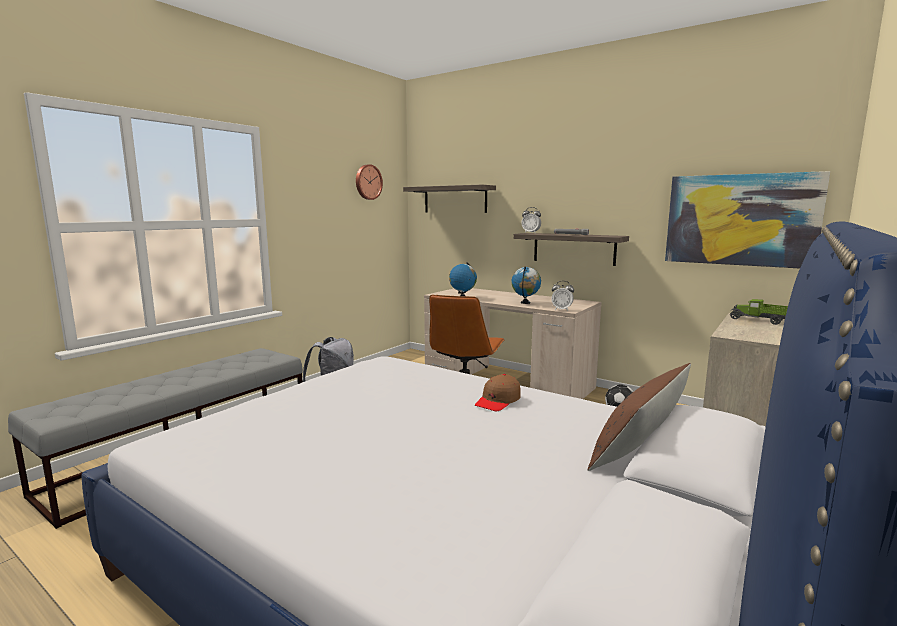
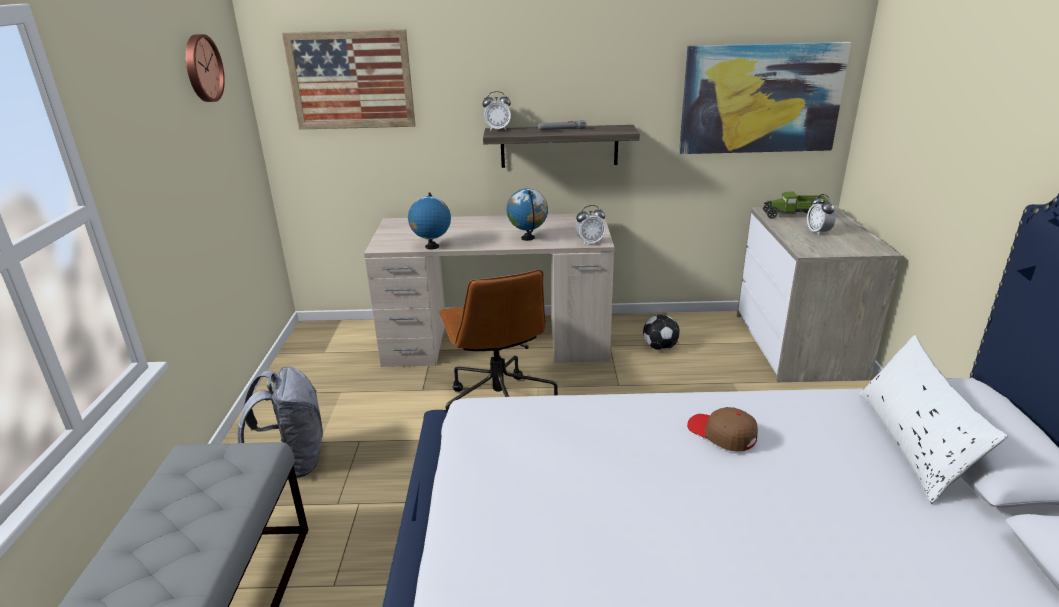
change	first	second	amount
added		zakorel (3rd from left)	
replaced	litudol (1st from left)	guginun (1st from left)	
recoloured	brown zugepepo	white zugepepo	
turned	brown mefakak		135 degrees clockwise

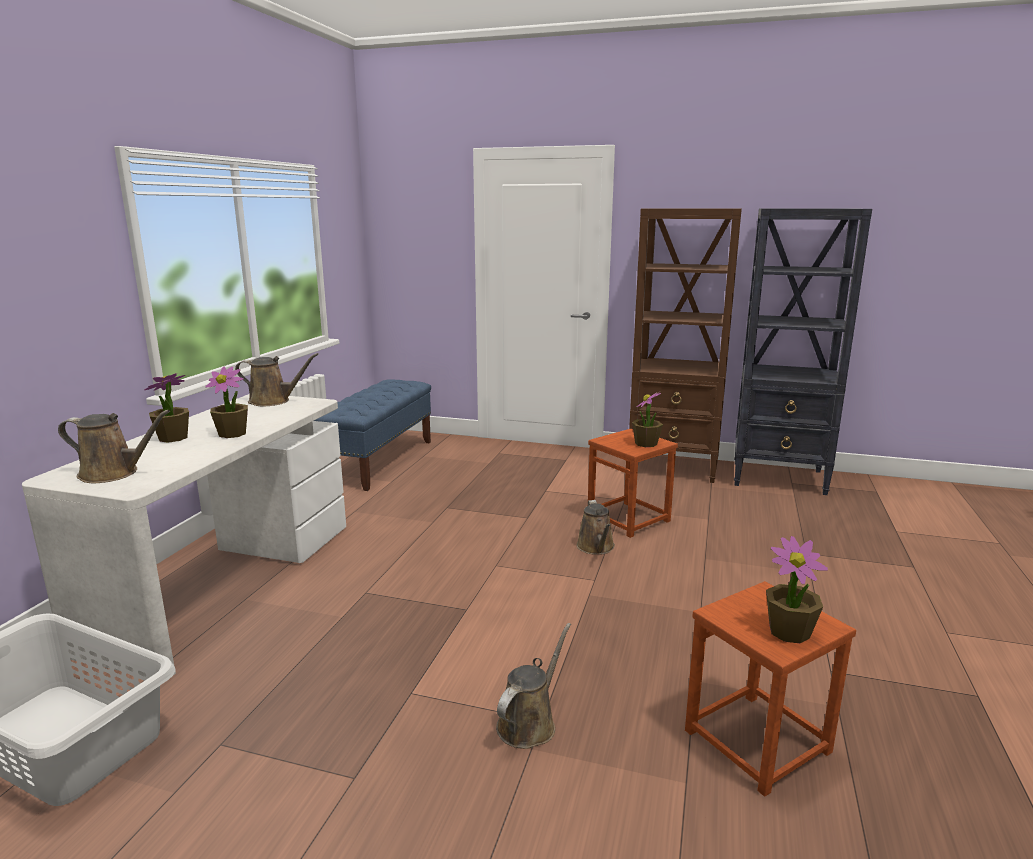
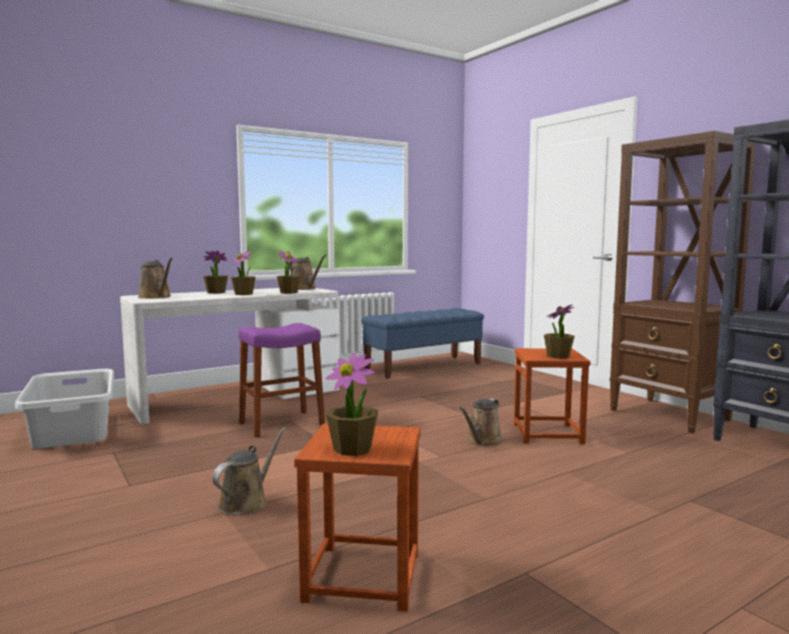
change	first	second	amount
added		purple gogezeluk	
added		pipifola (3rd from left)	
turned	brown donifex (3rd from left in the first image)	brown donifex (2nd from left)	45 degrees counterclockwise

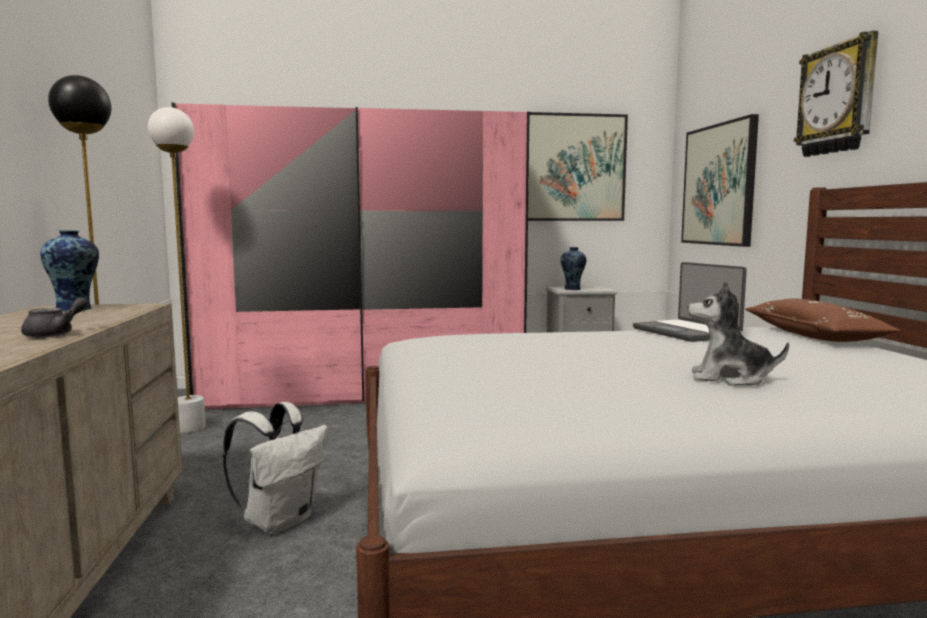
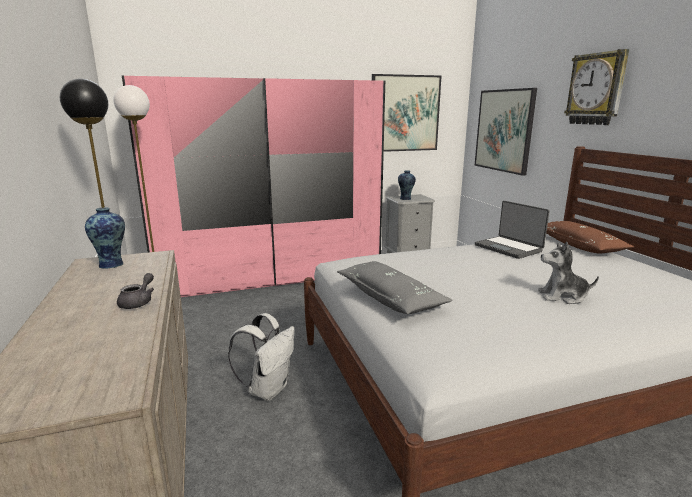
change	first	second	amount
added		grey zugepepo	

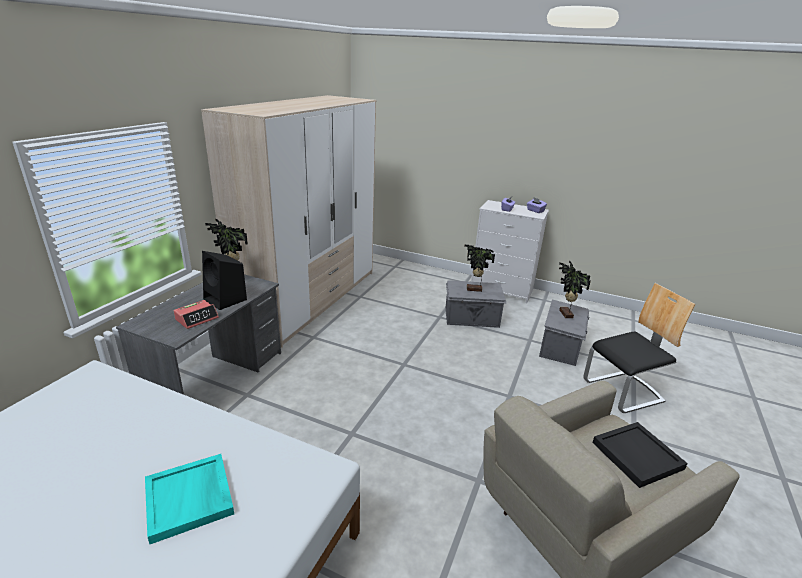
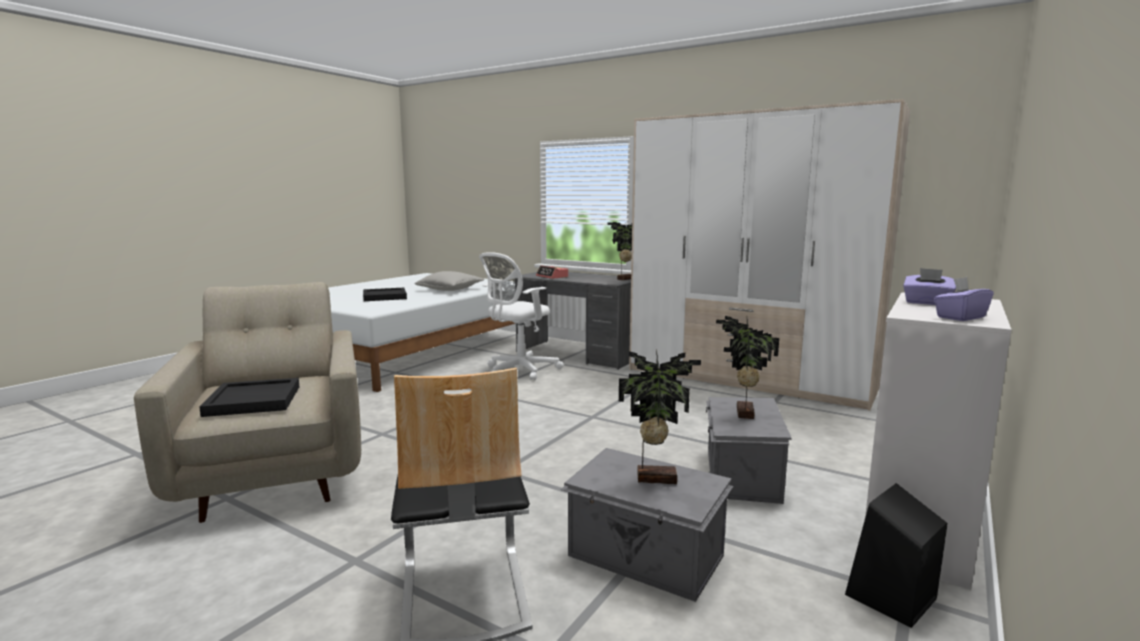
change	first	second	amount
added		grey zugepepo	
added		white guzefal	
moved	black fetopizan		
recoloured	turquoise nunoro	black nunoro (2nd from left)	

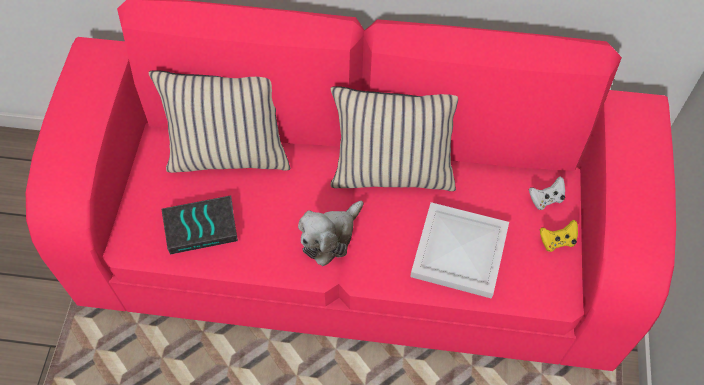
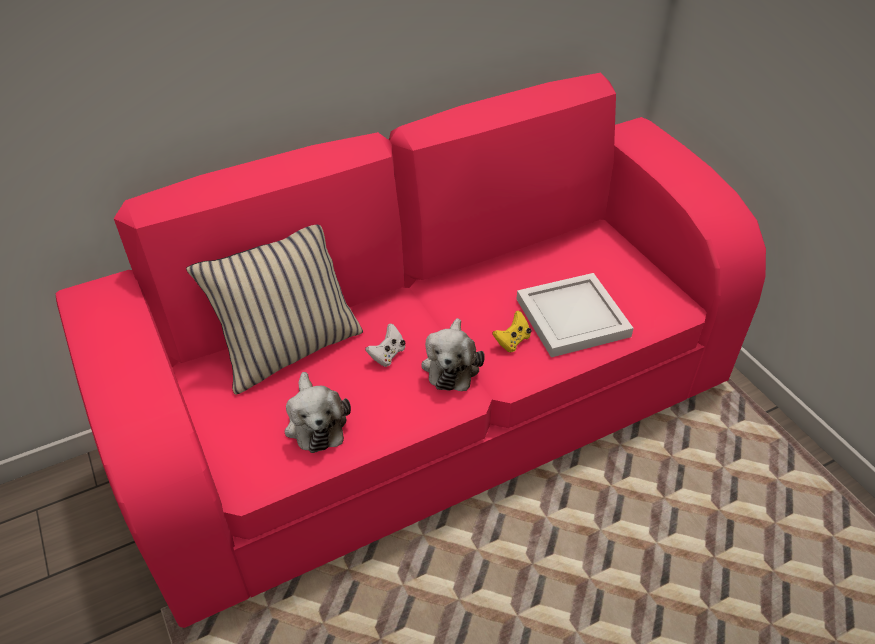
change	first	second	amount
removed	beige zugepepo (2nd from left)		
moved	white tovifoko		
moved	yellow tovifoko		
replaced	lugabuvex	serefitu (1st from left)	

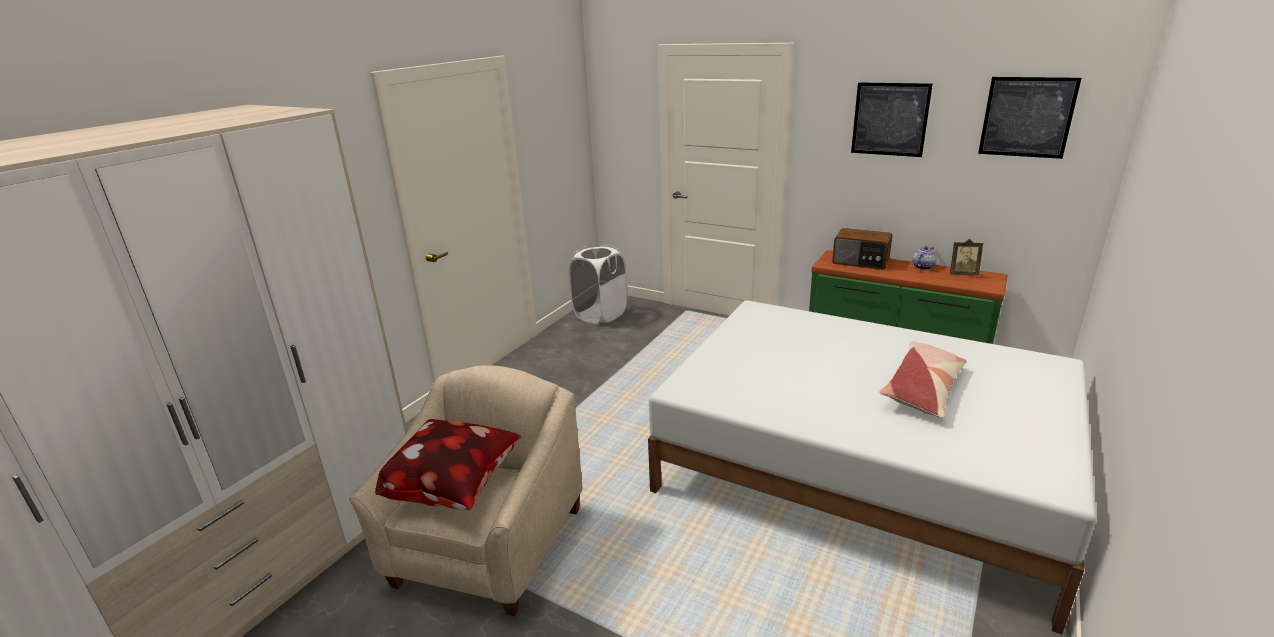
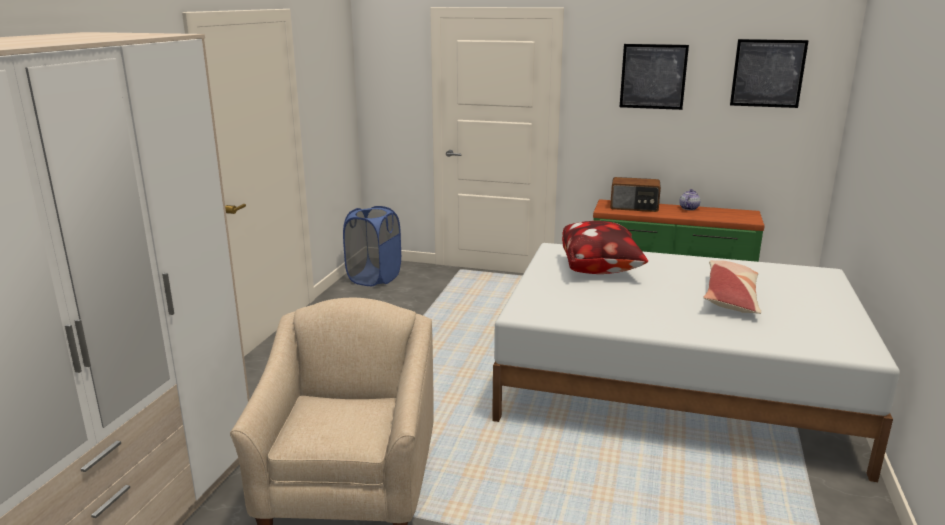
change	first	second	amount
removed	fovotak		
moved	zugepepo (1st from left)		
recoloured	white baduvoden	blue baduvoden	

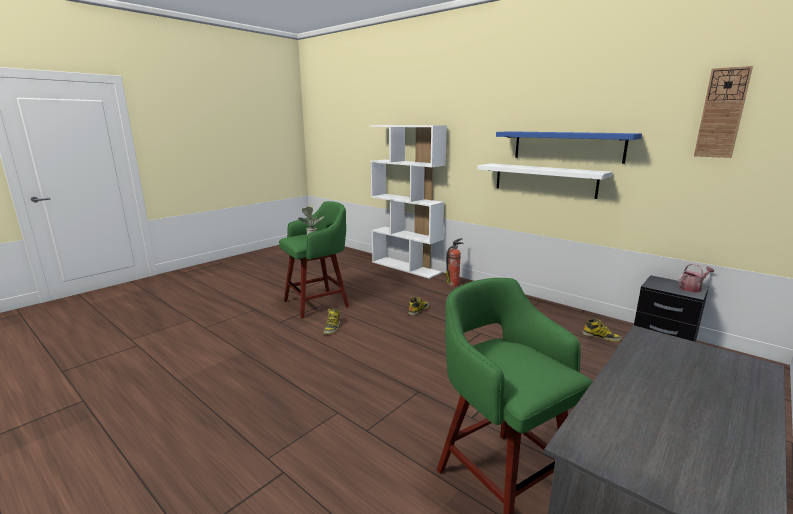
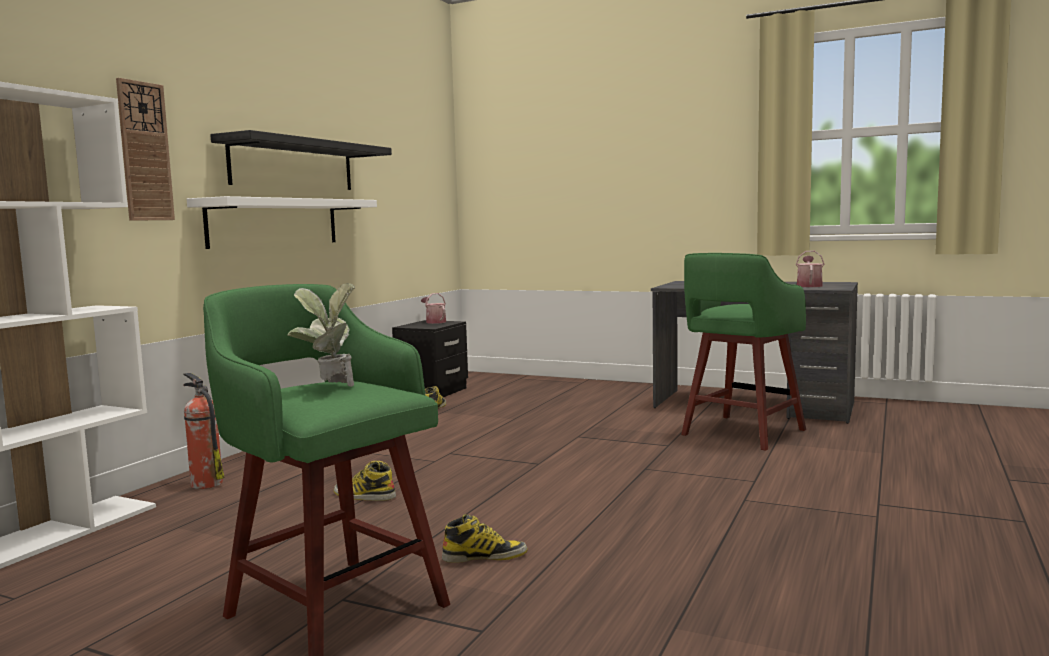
change	first	second	amount
added		donifex (2nd from left)	
moved	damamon		
recoloured	blue litudol	black litudol	

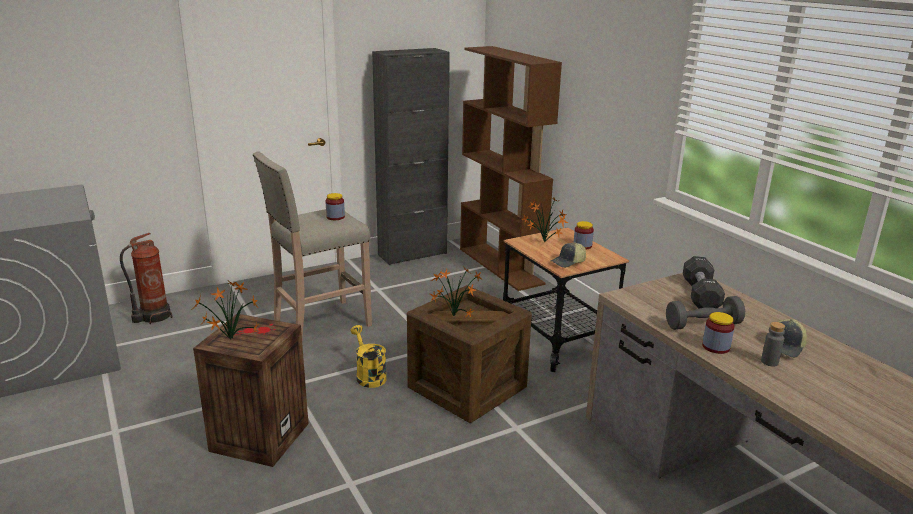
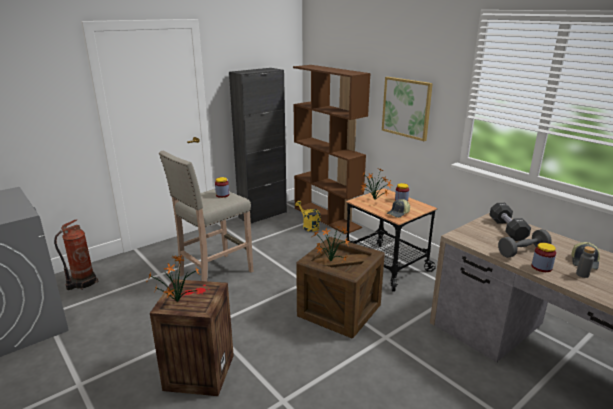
change	first	second	amount
added		guginun	
moved	yellow donifex		

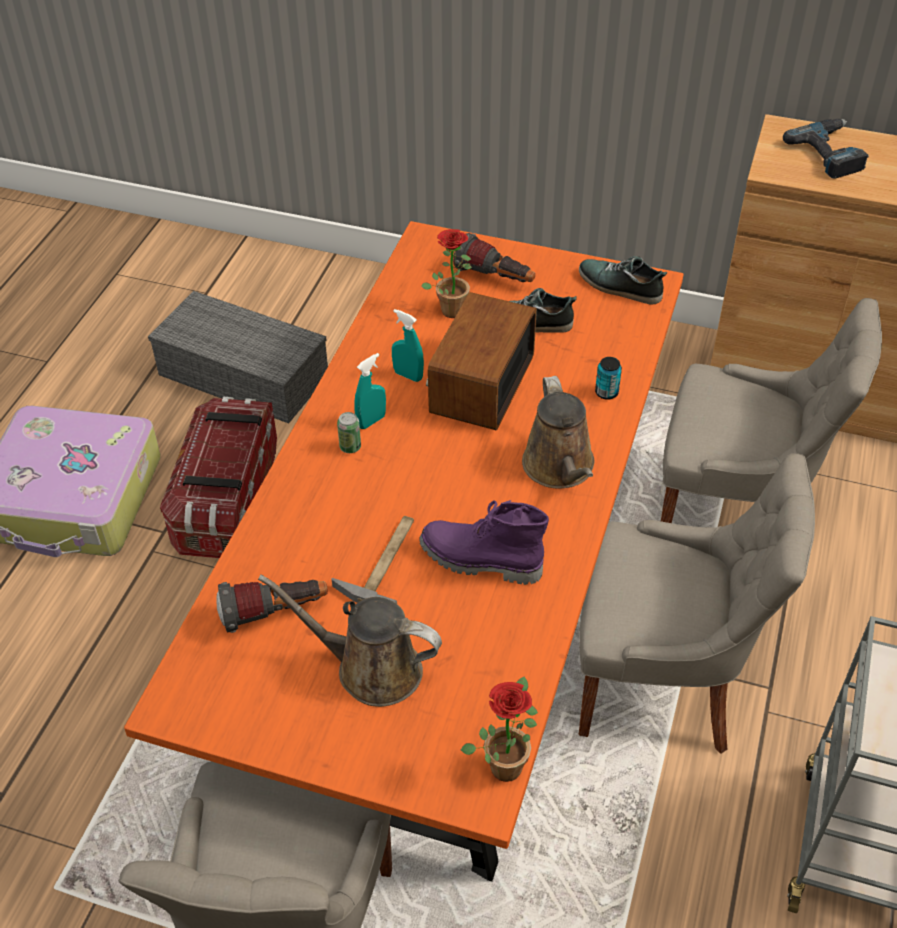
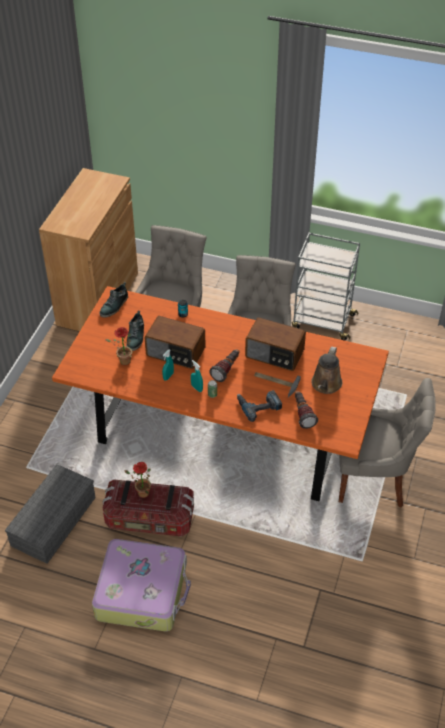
change	first	second	amount
removed	brown donifex (2nd from left)		
moved	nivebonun (2nd from left in the first image)	nivebonun (1st from left)	
moved	pipifola (2nd from left)		
moved	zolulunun		
replaced	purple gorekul	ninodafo (2nd from left)	

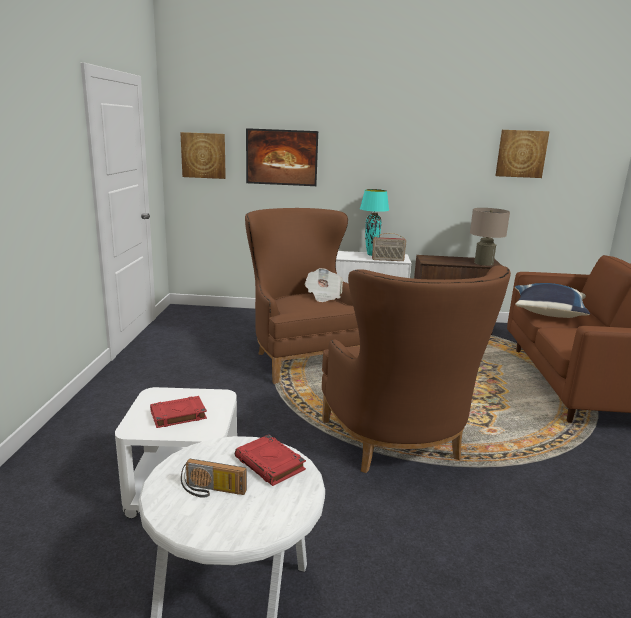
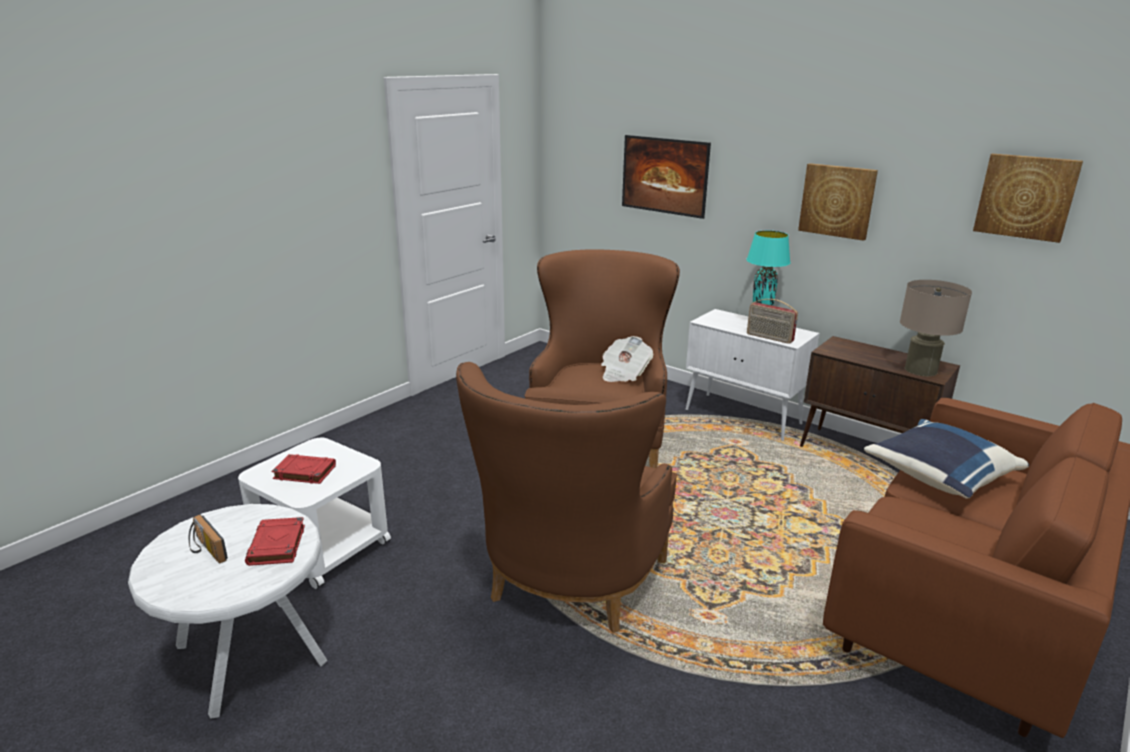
change	first	second	amount
moved	guginun (1st from left in the first image)	guginun (2nd from left)	

